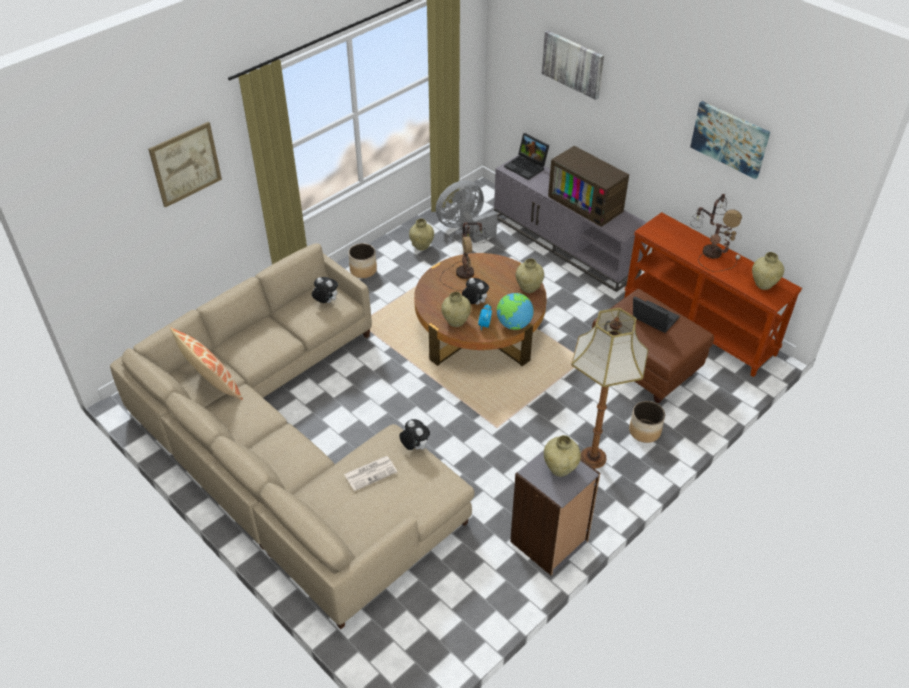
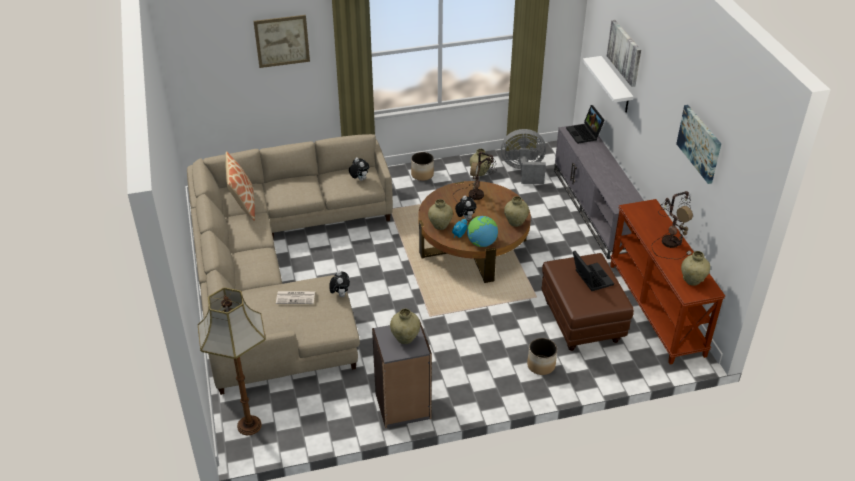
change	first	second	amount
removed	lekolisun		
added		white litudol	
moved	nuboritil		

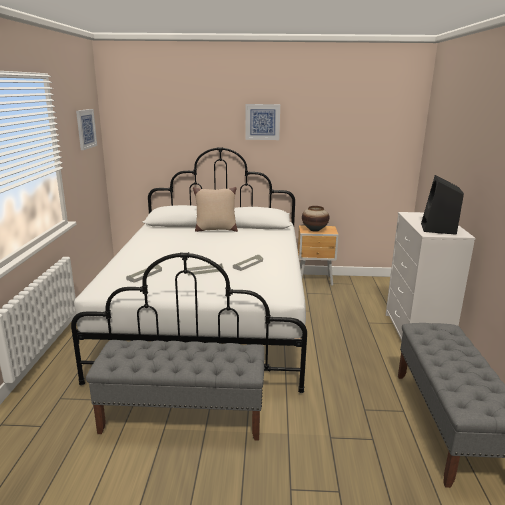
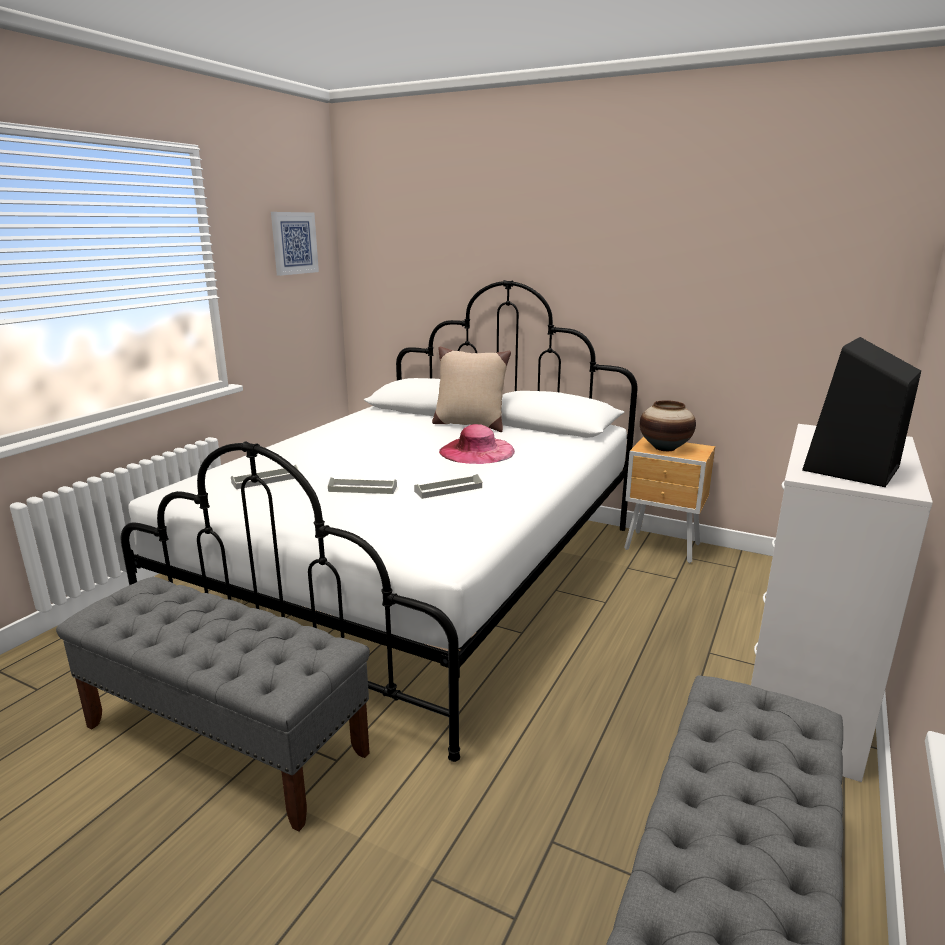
change	first	second	amount
removed	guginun (2nd from left)		
added		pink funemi	

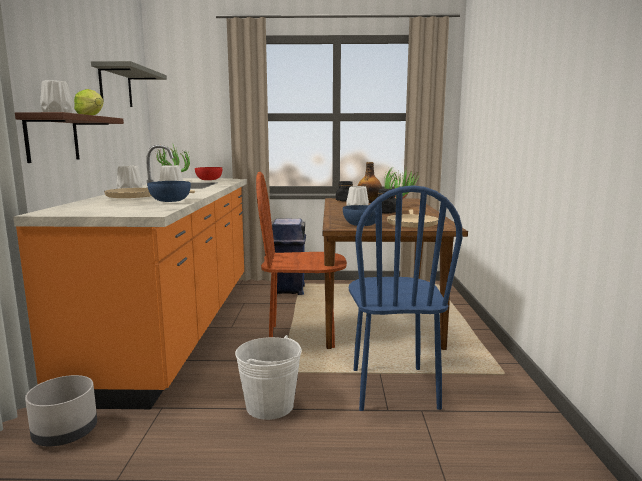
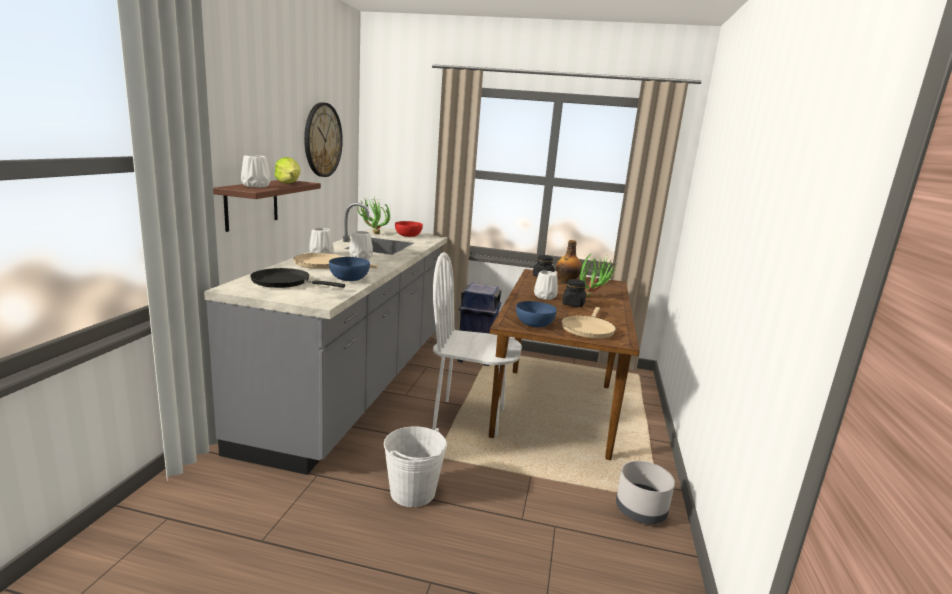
change	first	second	amount
removed	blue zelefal		
added		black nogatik	
moved	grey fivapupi		
replaced	grey litudol	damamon	
recoloured	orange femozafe	grey femozafe	
recoloured	brown zelefal	white zelefal	

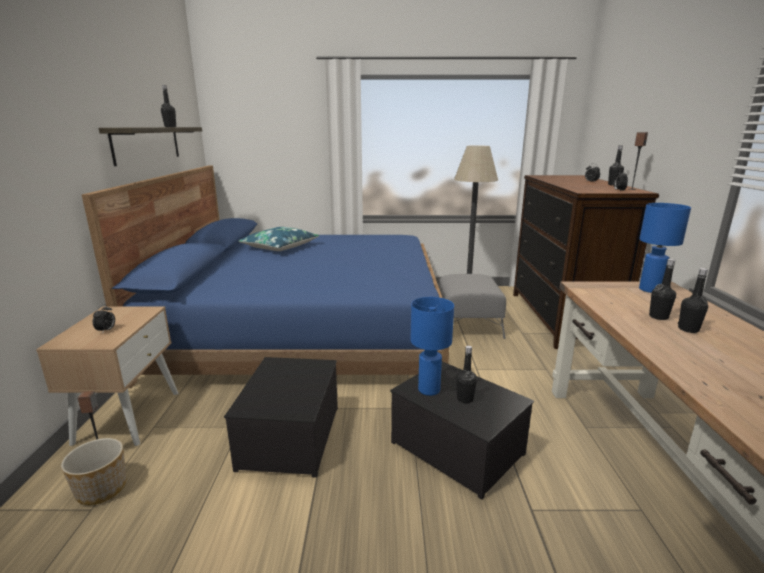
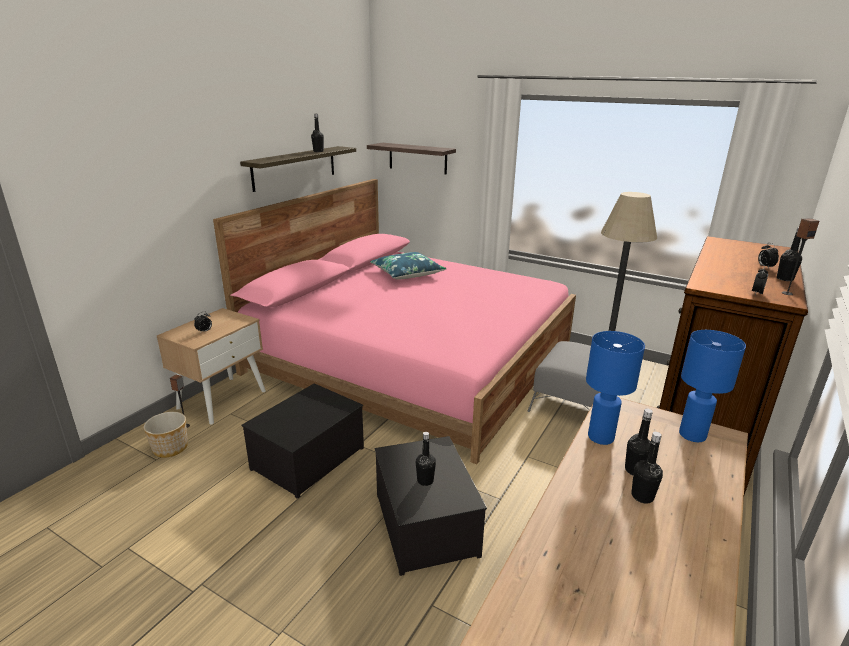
change	first	second	amount
added		litudol (2nd from left)	
moved	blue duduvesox (1st from left)		
recoloured	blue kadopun	pink kadopun	

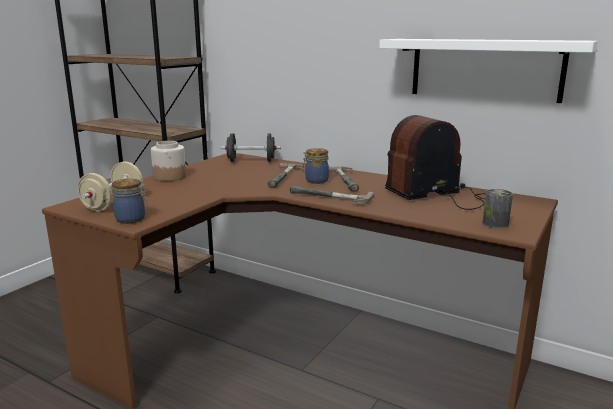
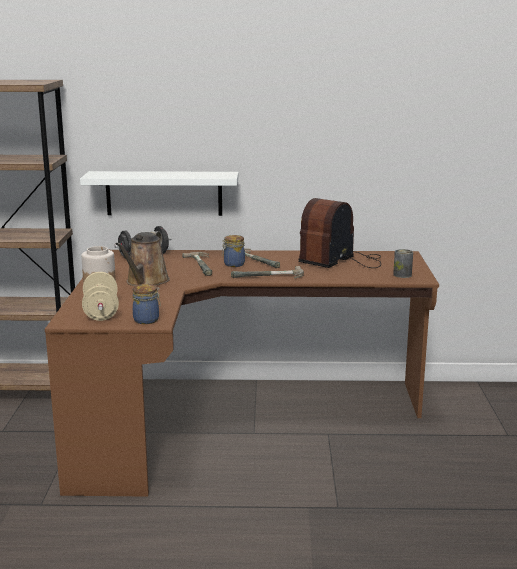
change	first	second	amount
added		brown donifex	
moved	white litudol		

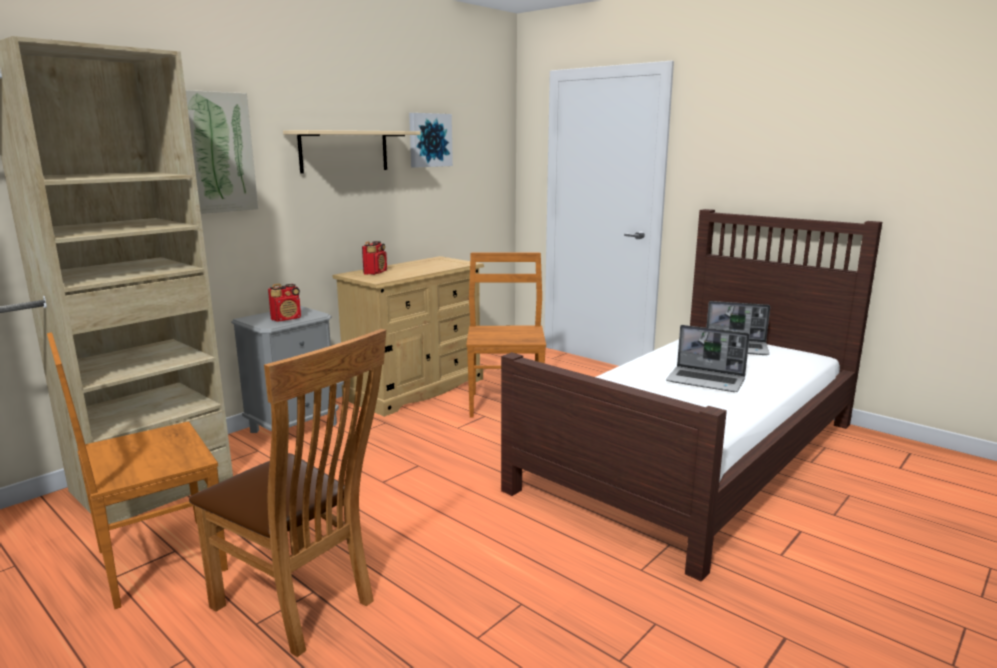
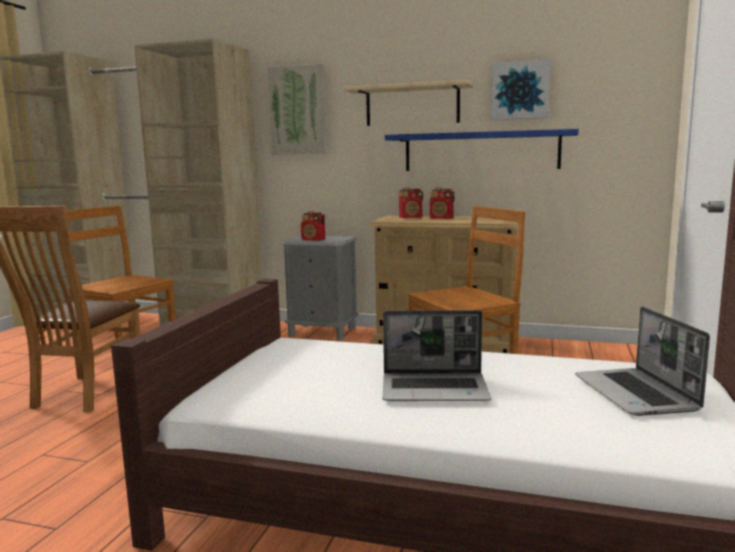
change	first	second	amount
added		blue litudol	
added		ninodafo (3rd from left)	
turned	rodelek (1st from left)		90 degrees counterclockwise

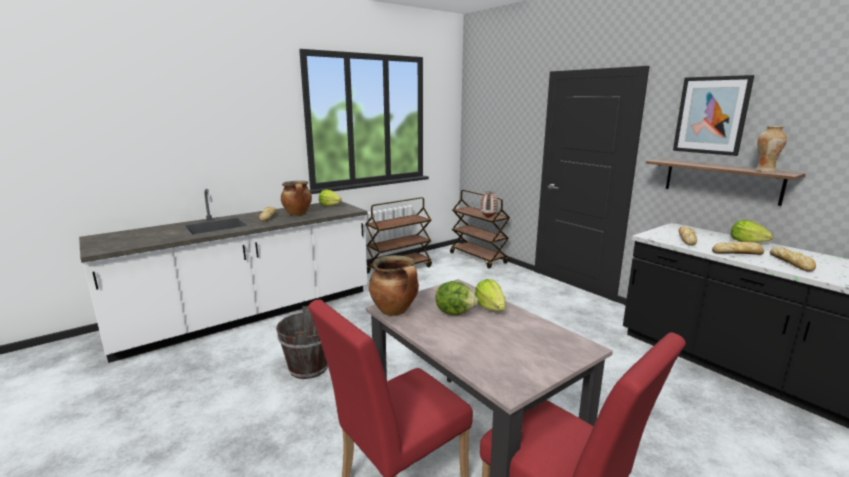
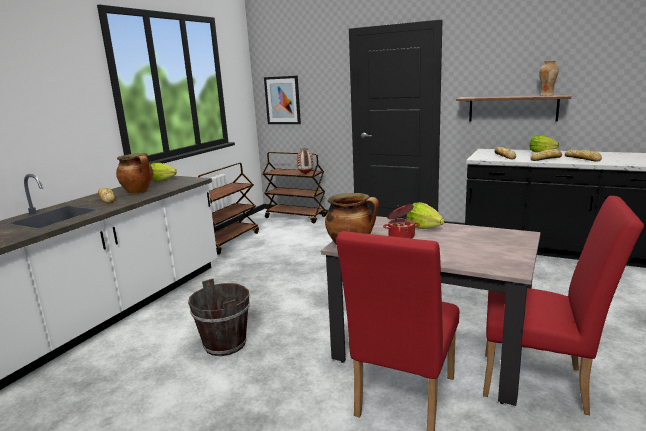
change	first	second	amount
moved	guginun		
replaced	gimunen (2nd from left)	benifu (3rd from left)	

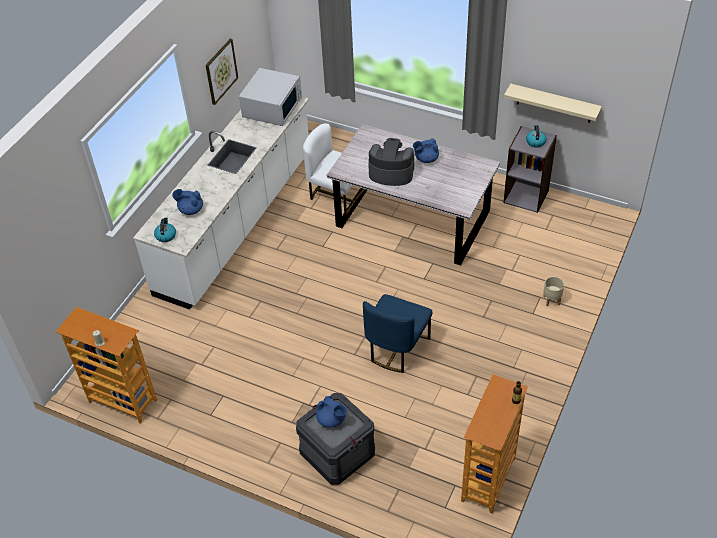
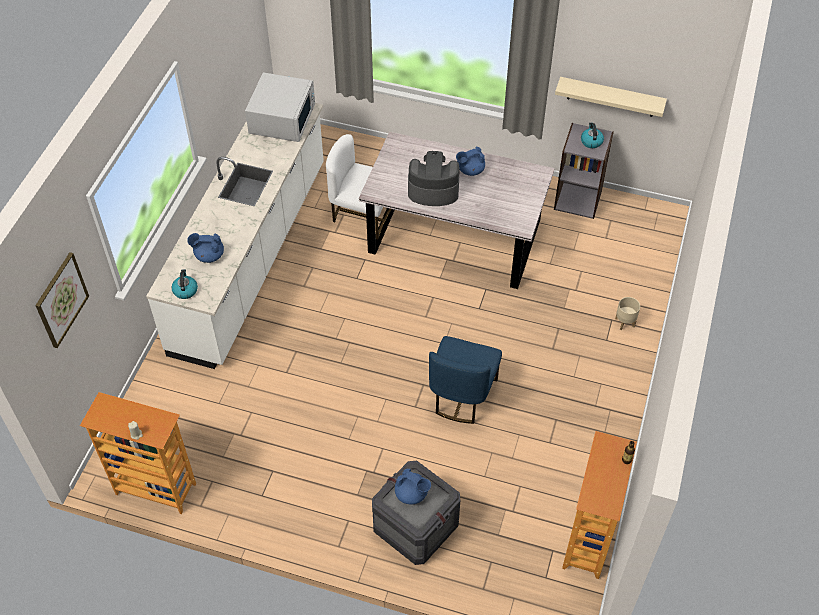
change	first	second	amount
moved	guginun		

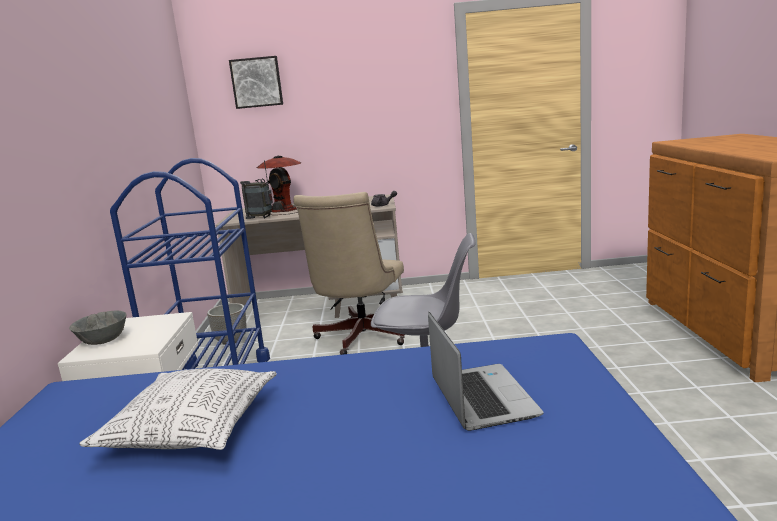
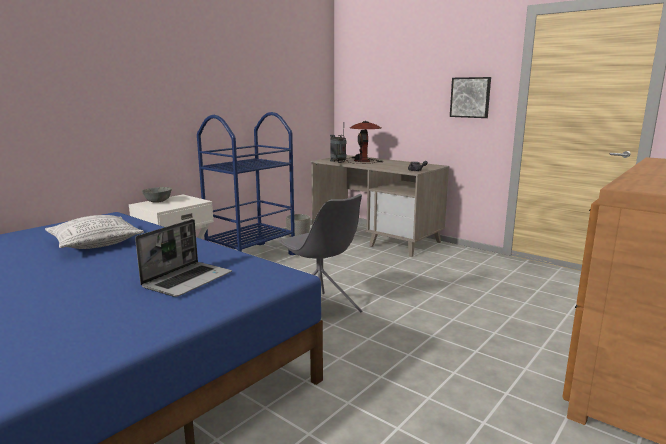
change	first	second	amount
removed	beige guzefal		
moved	guginun		

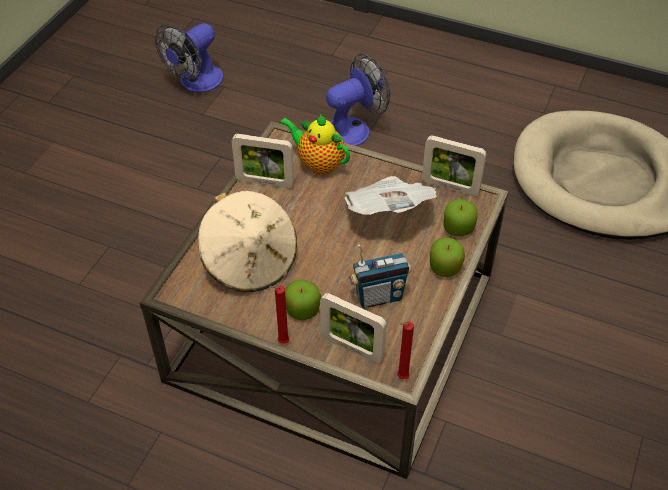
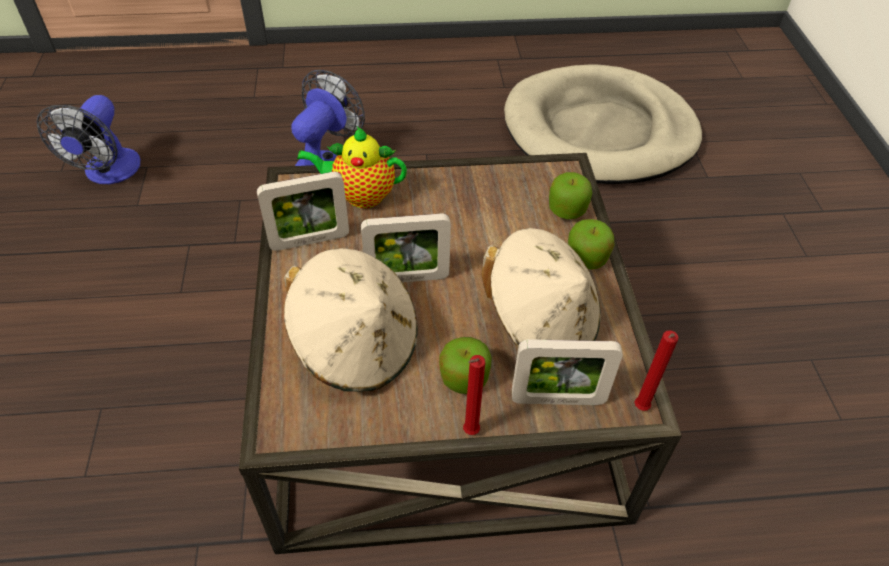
change	first	second	amount
removed	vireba		
moved	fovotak (3rd from left in the first image)	fovotak (2nd from left)	
replaced	ninodafo	beige funemi (2nd from left)	

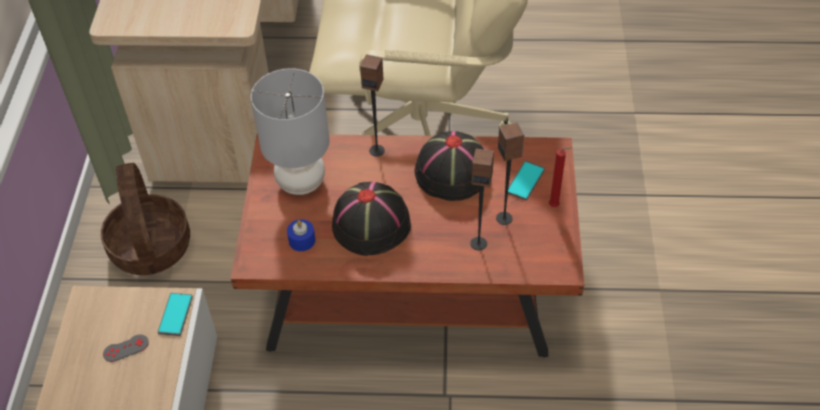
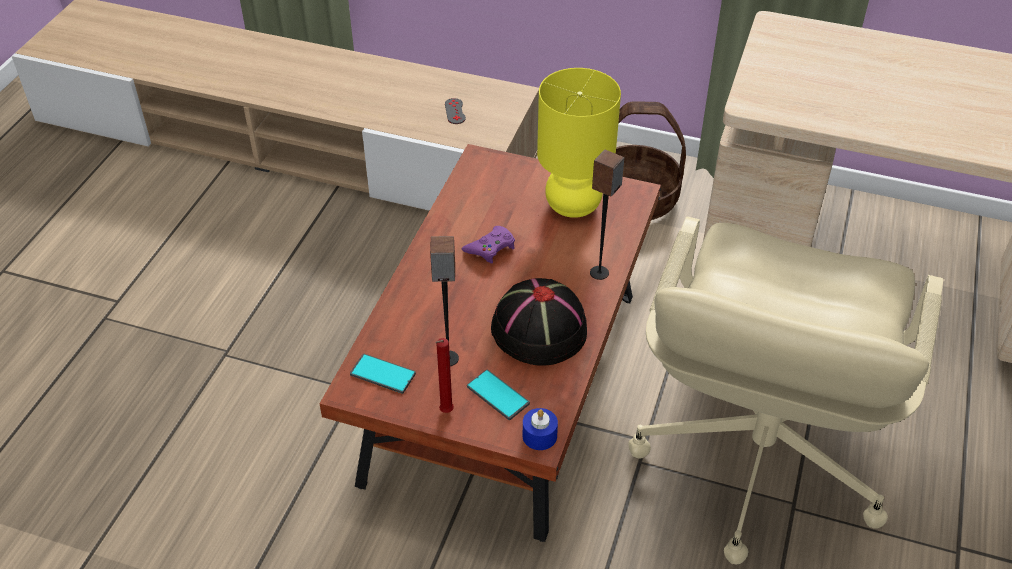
change	first	second	amount
removed	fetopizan (2nd from left)		
moved	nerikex (1st from left)		
moved	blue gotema		
replaced	black funemi (1st from left)	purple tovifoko	
recoloured	grey duduvesox	yellow duduvesox	

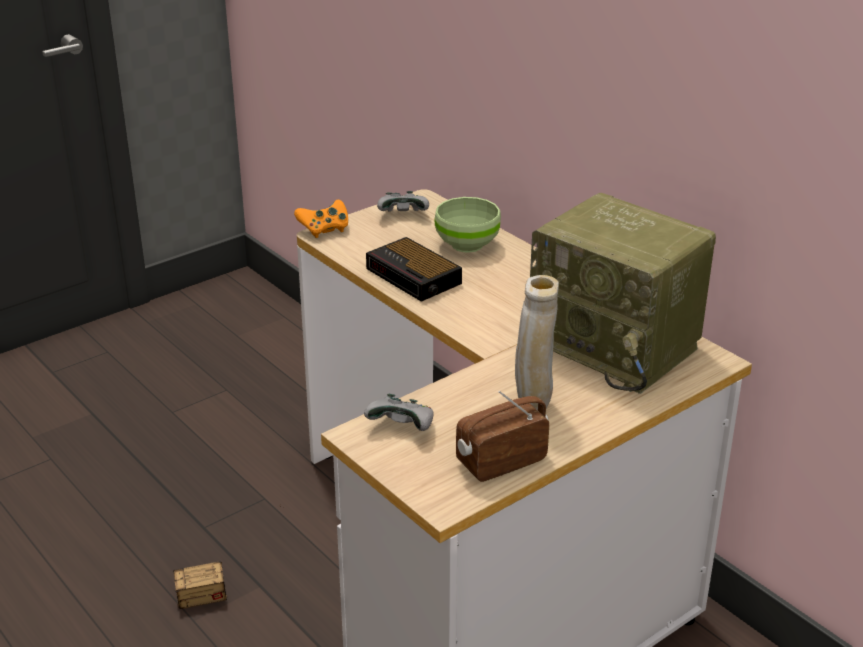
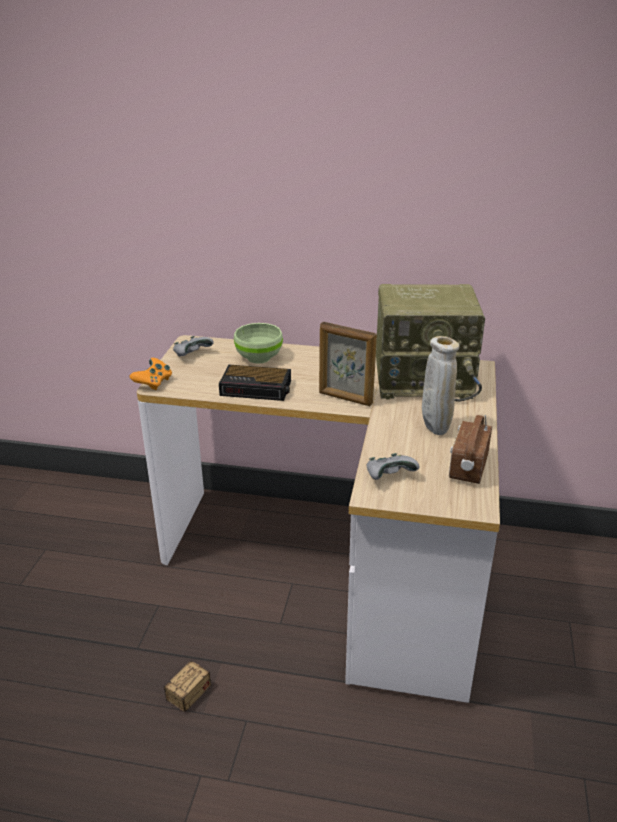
change	first	second	amount
added		fovotak	

